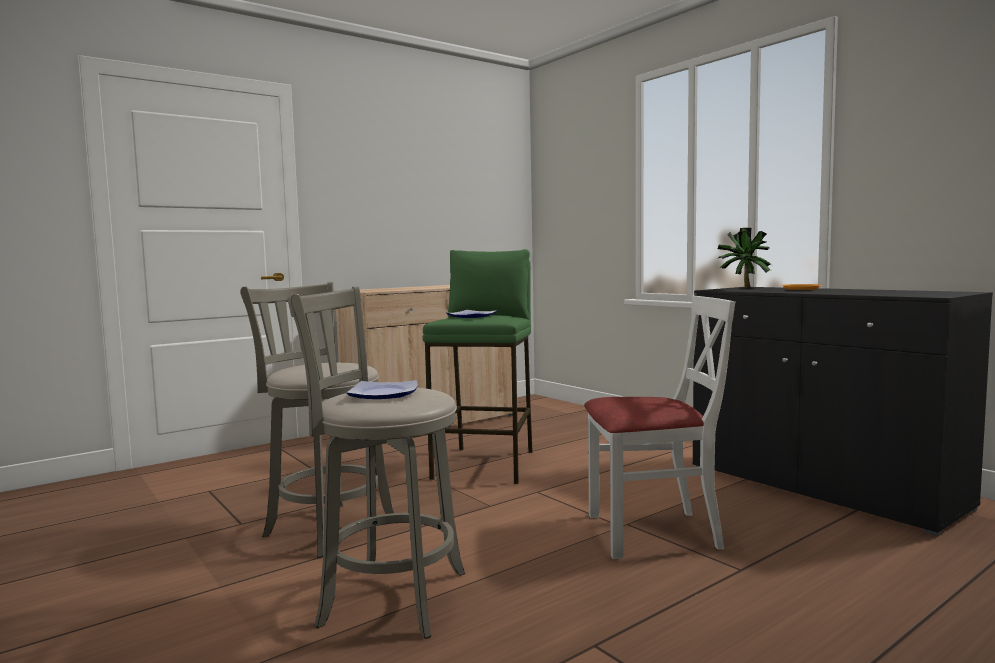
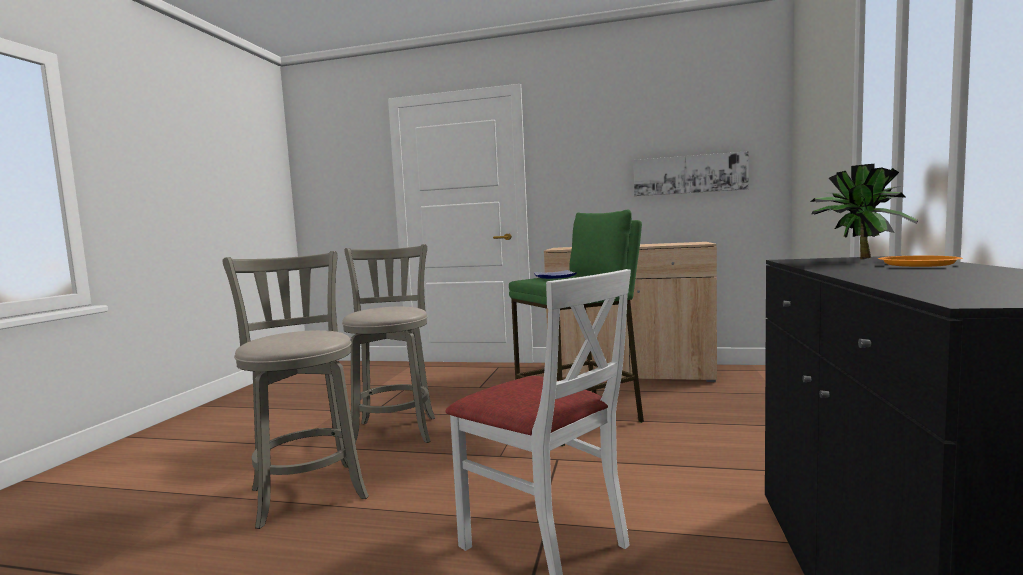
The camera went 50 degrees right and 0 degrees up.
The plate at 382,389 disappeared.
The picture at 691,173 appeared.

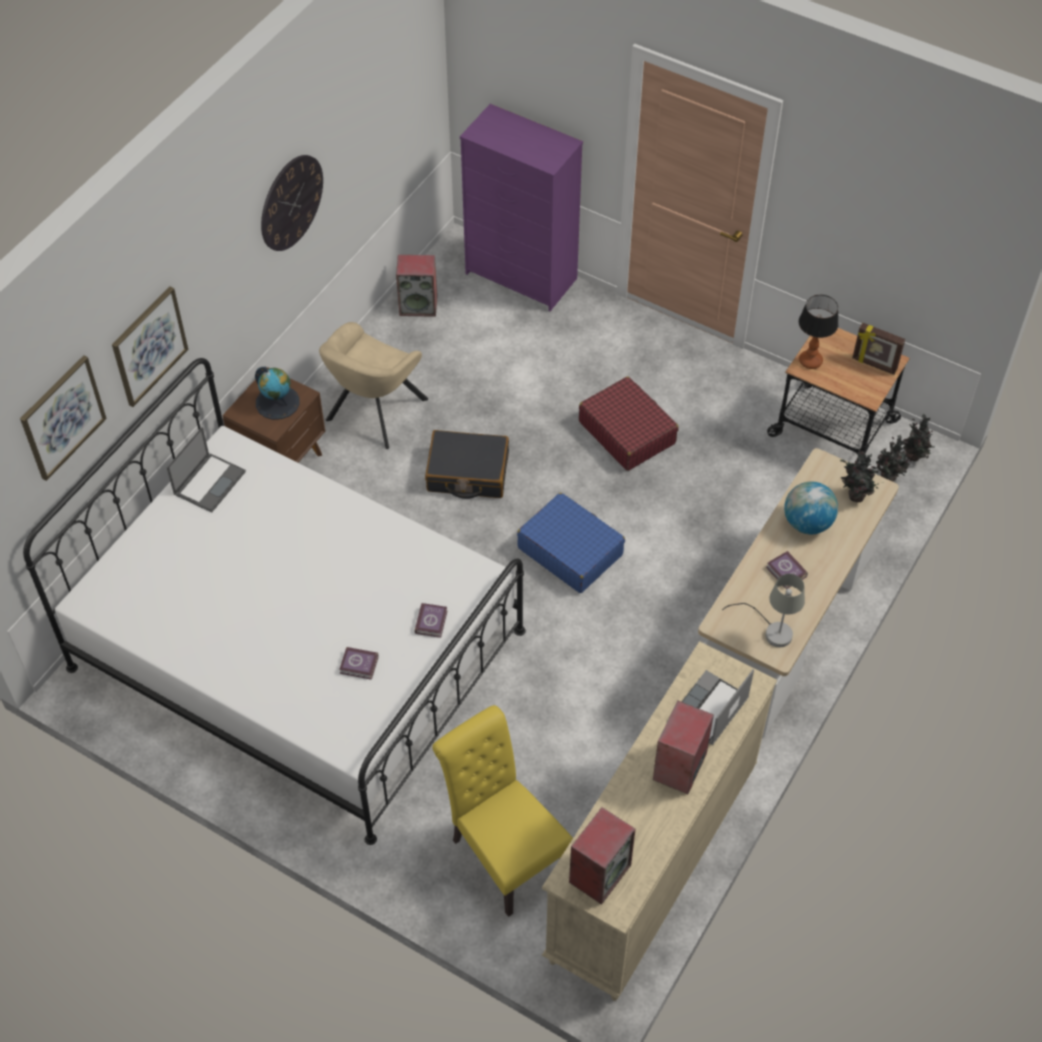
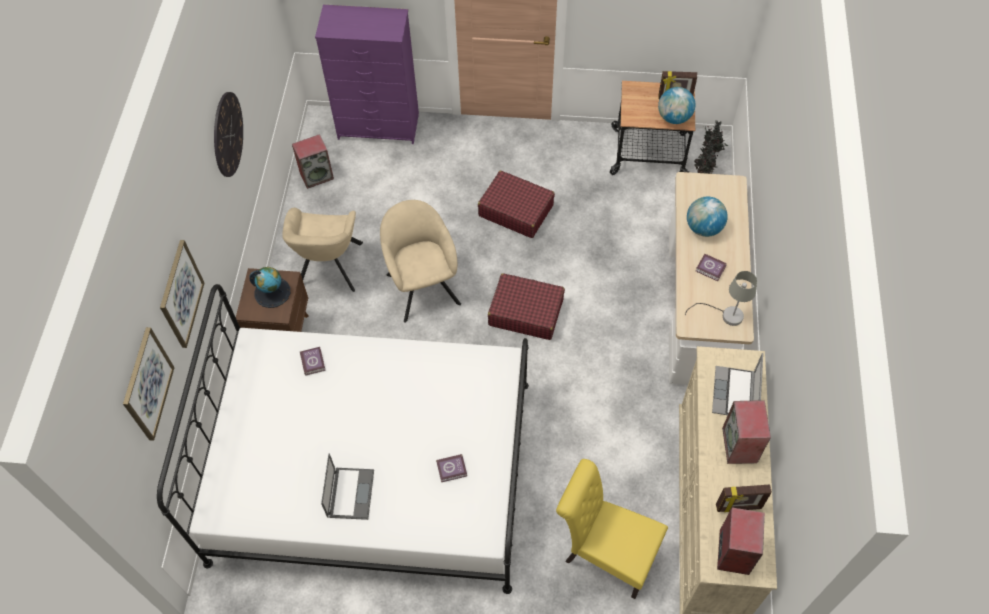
The camera went 25 degrees left and 5 degrees up.
The table lamp at 819,331 disappeared.
The potted plant at 859,475 disappeared.
The globe at 677,105 appeared.
The picture frame at 744,498 appeared.
The laptop moved from 206,470 to 347,486.
The book moved from 431,620 to 313,361.
The black suitcase at 467,464 was replaced by the beige armchair at 420,261.
The blue suitcase at 571,543 became the red suitcase at 526,306.

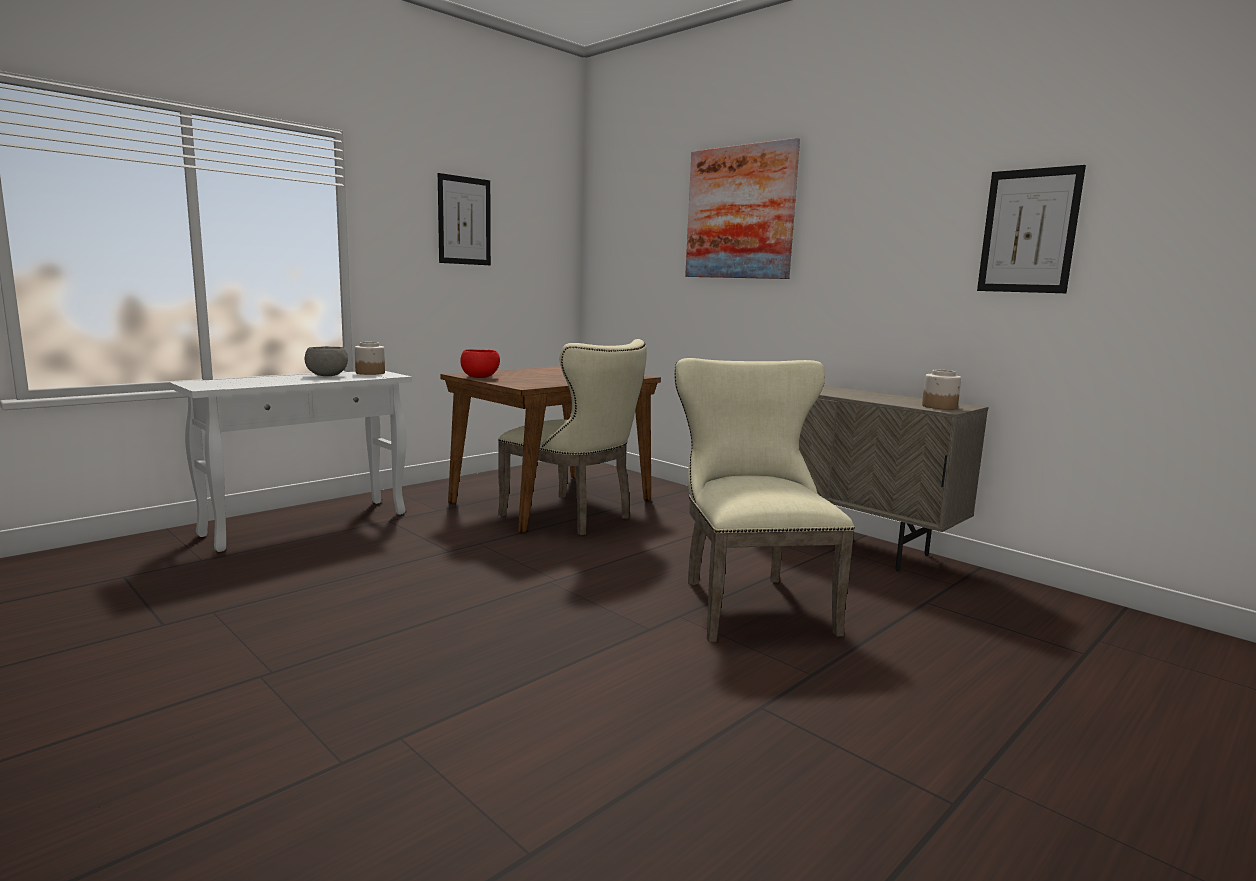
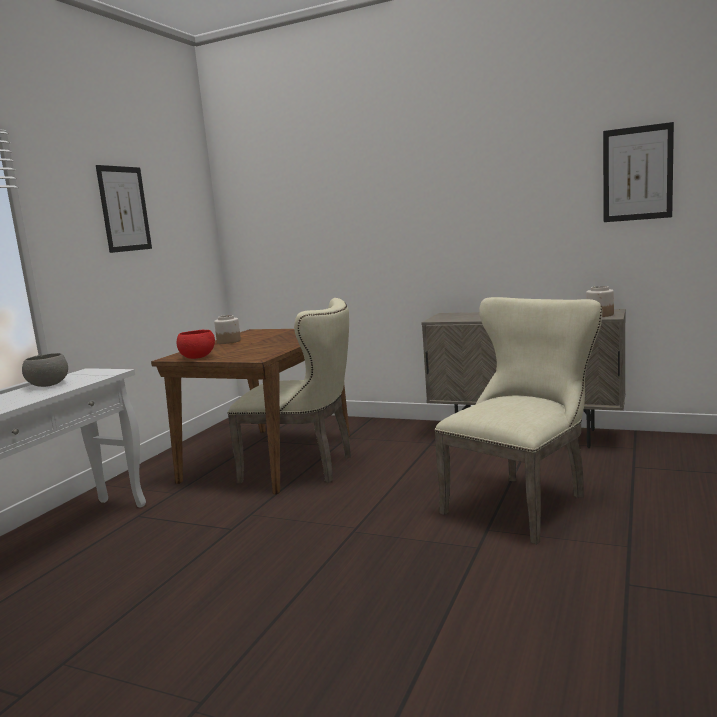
The camera went 20 degrees left and 0 degrees up.
The picture at 742,208 disappeared.
The jar moved from 370,358 to 227,329.
The beige chair at 764,500 turned 75 degrees clockwise.

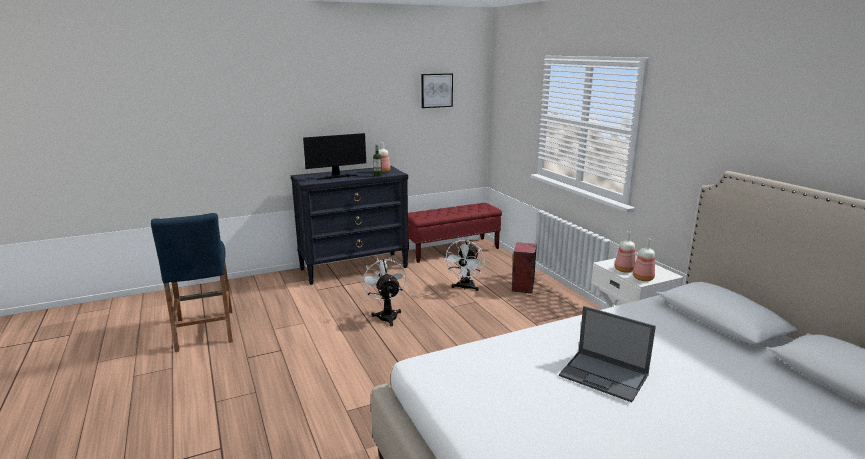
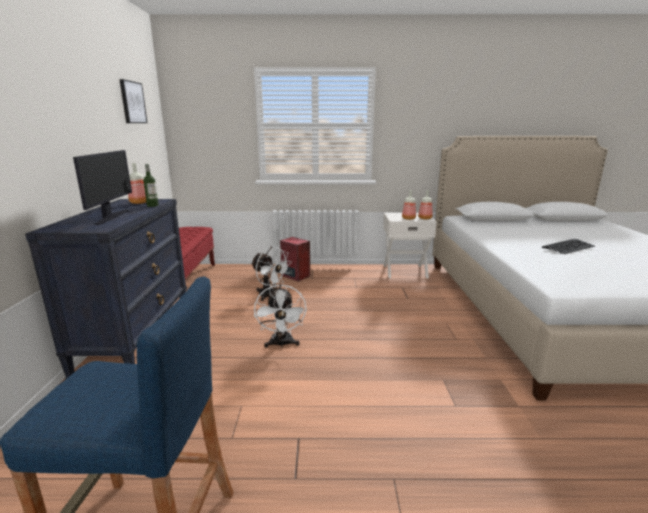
The camera went 65 degrees left and 0 degrees up.
The laptop at 607,354 was replaced by the keyboard at 568,246.
The white fan at 384,291 turned 105 degrees counterclockwise.

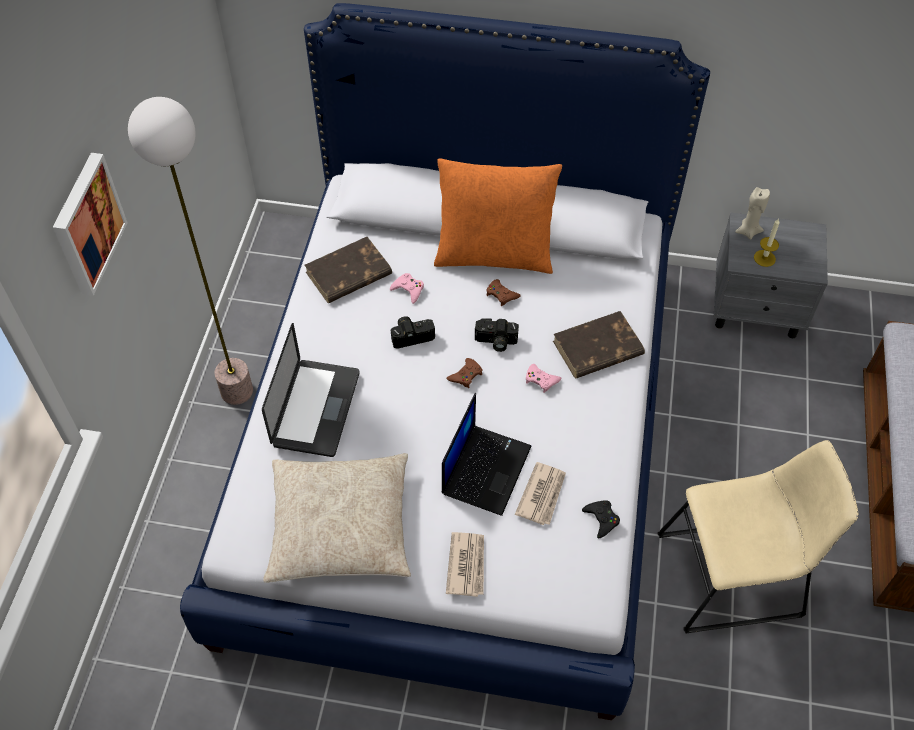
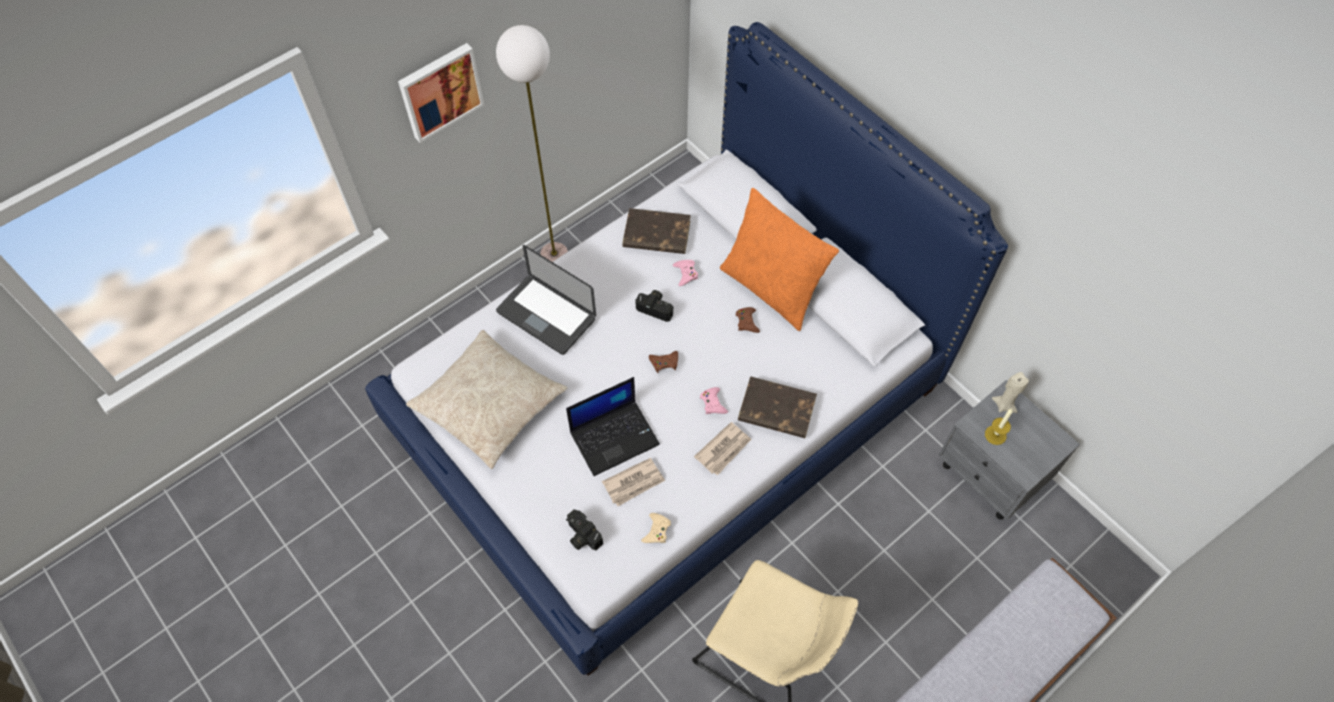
The camera went 40 degrees right and 5 degrees up.
The newspaper moved from 465,564 to 723,448.
The photo camera moved from 497,335 to 584,529.
The black game controller at 601,519 became the beige game controller at 656,528.
The laptop at 311,390 turned 75 degrees clockwise.

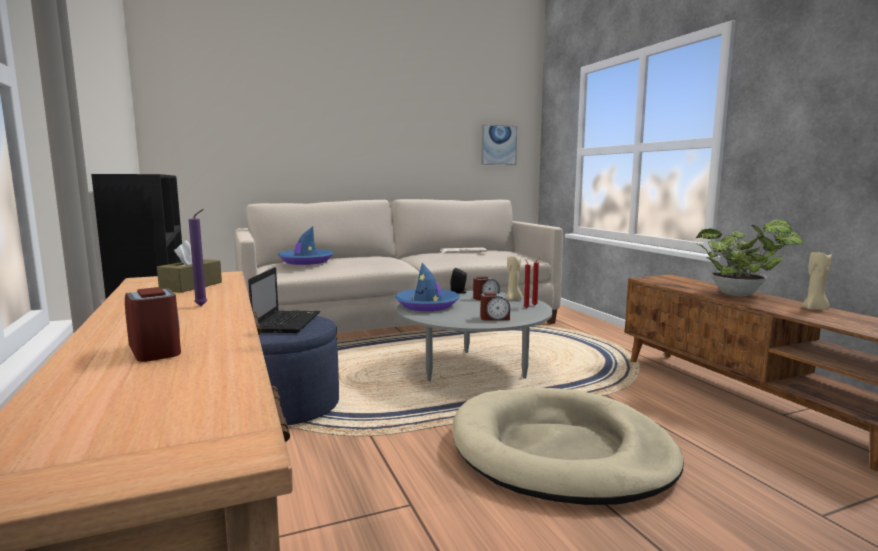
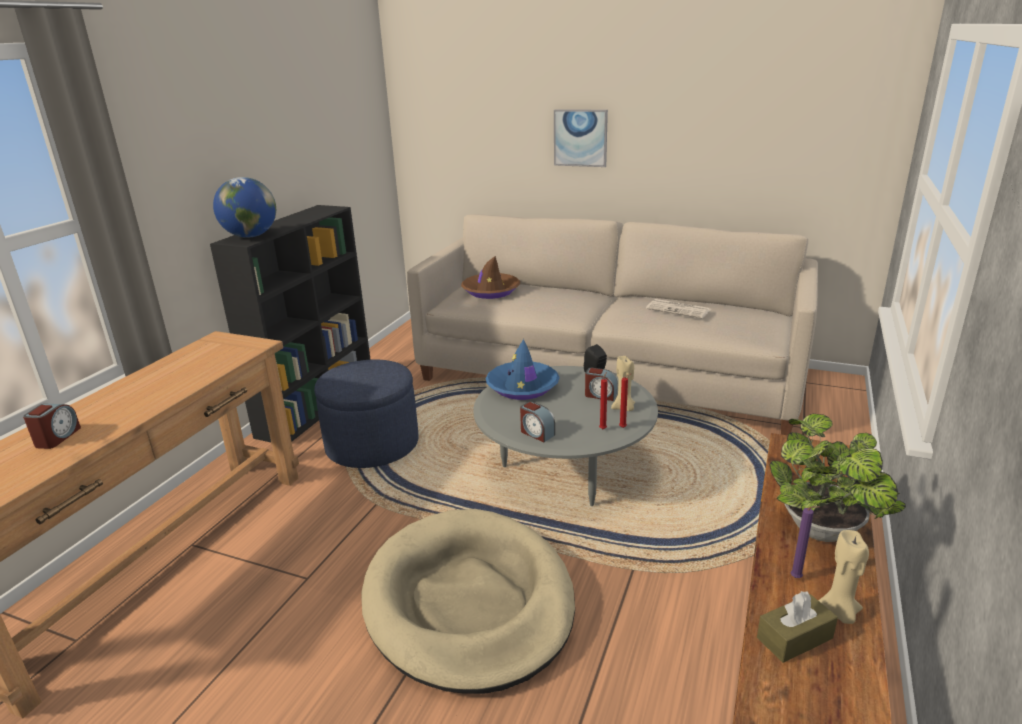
The camera went 45 degrees right and 15 degrees up.
The laptop at 284,300 disappeared.
The globe at 244,207 appeared.
The brown tissue box moved from 189,267 to 797,627.
The purple candle moved from 198,257 to 805,542.
The picture moved from 499,144 to 581,138.
The blue hat at 306,245 became the brown hat at 490,277.

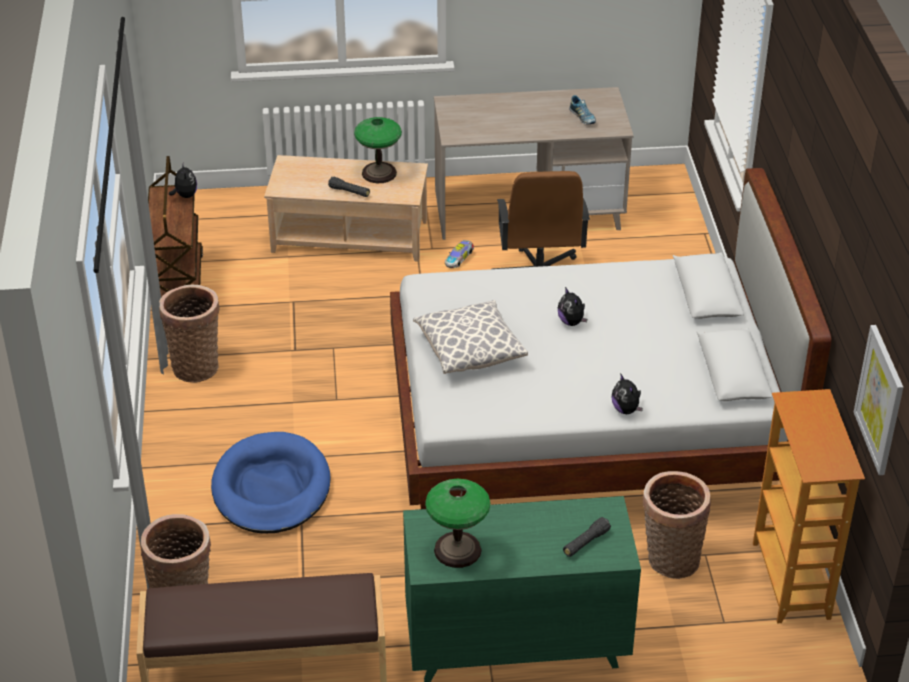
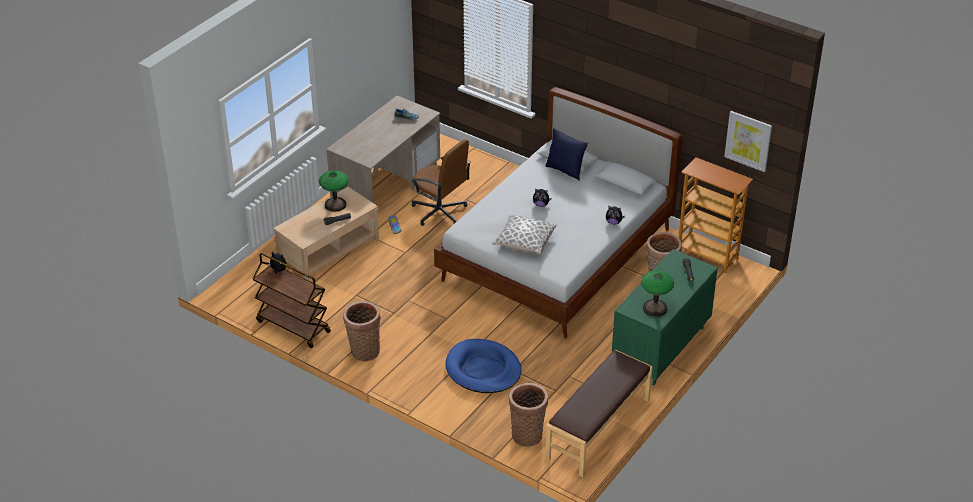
The camera went 50 degrees left and 0 degrees up.
The blue pillow at 566,154 appeared.

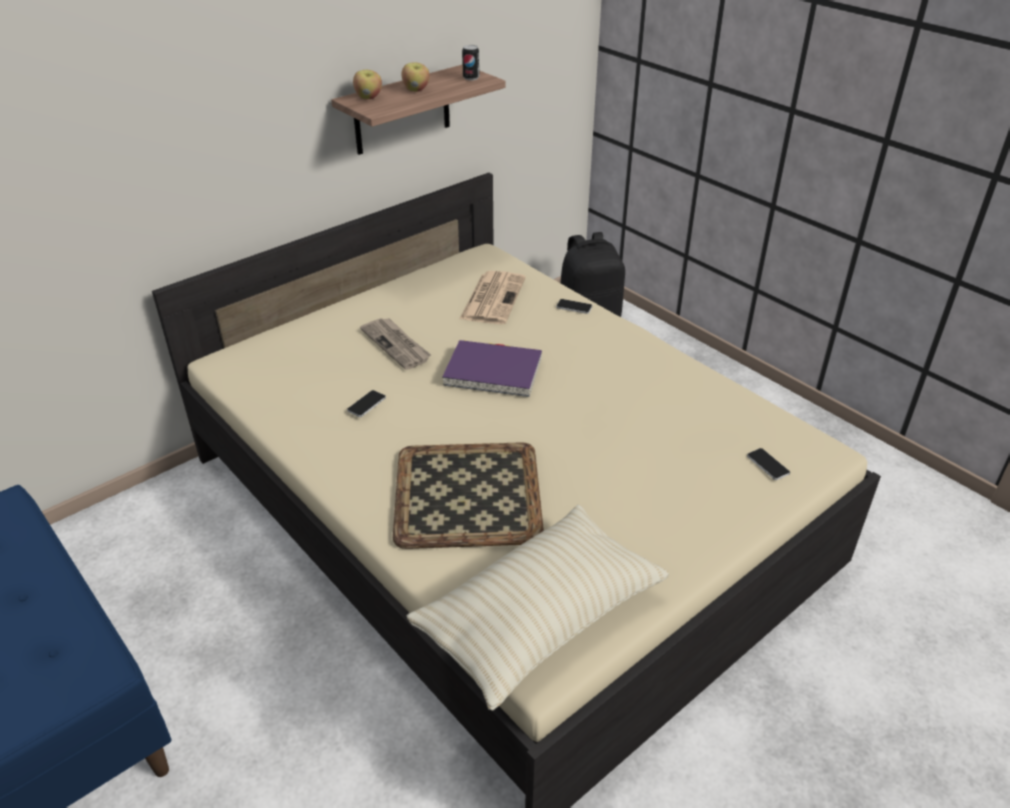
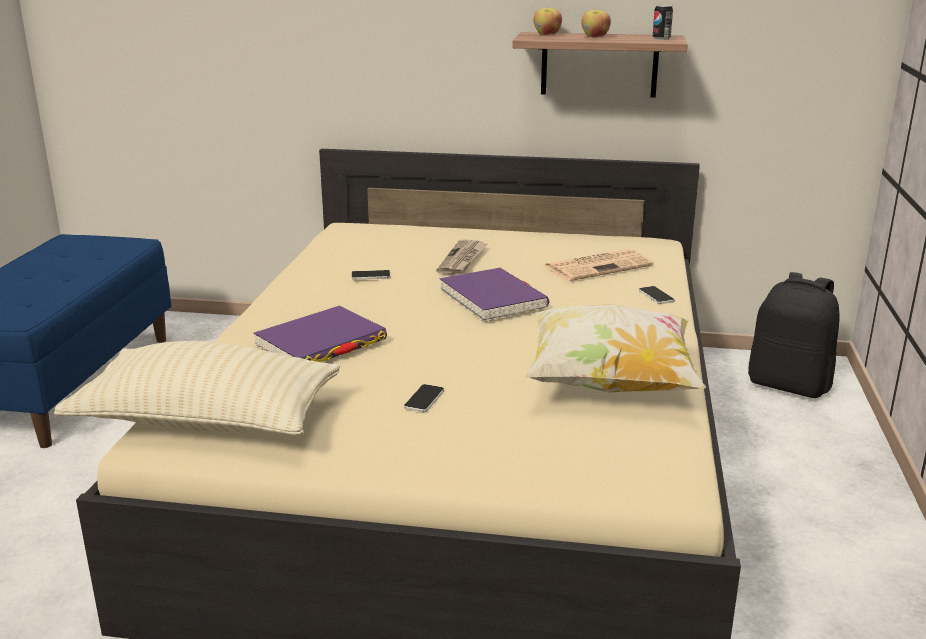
The camera went 50 degrees right and 15 degrees down.
The pillow at 615,348 appeared.
The phone moved from 768,464 to 424,398.
The tray at 468,495 was replaced by the purple book at 320,334.

